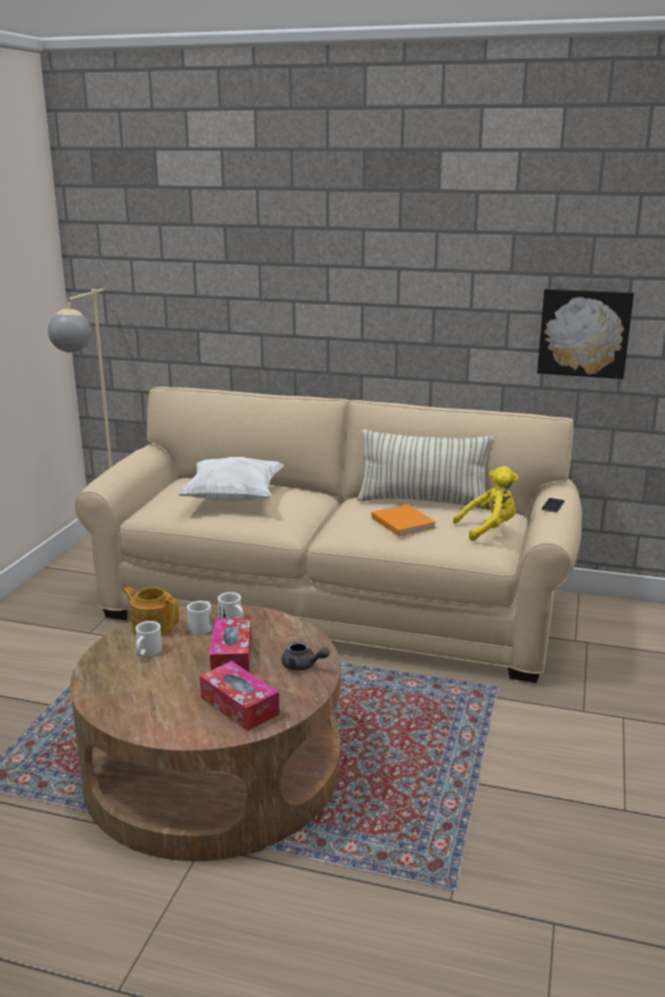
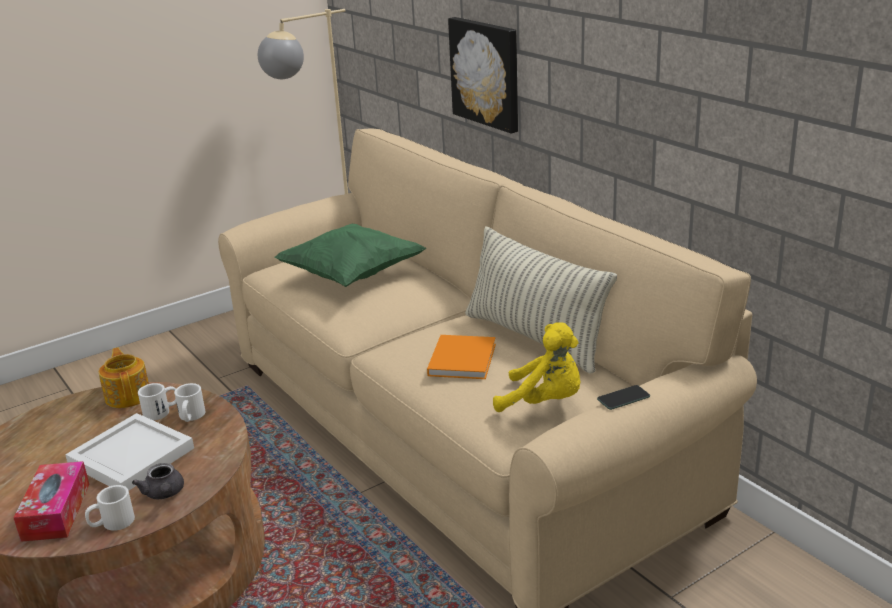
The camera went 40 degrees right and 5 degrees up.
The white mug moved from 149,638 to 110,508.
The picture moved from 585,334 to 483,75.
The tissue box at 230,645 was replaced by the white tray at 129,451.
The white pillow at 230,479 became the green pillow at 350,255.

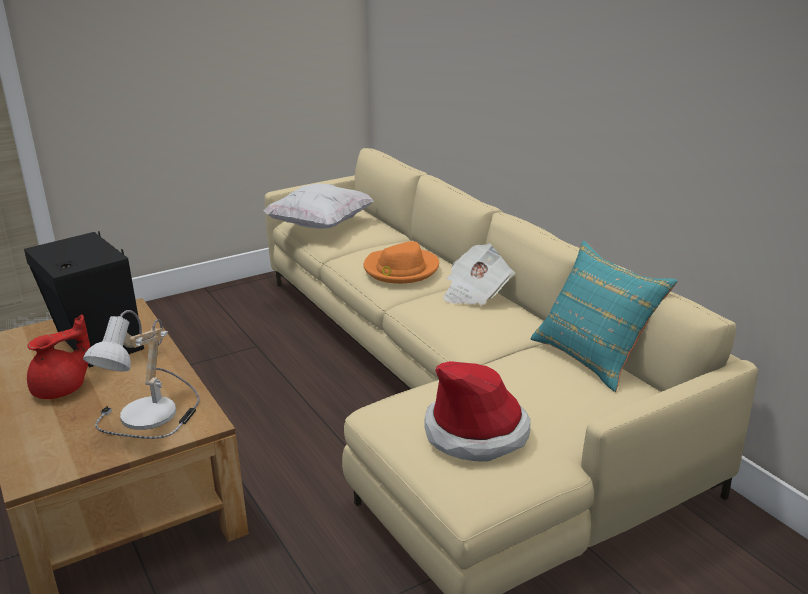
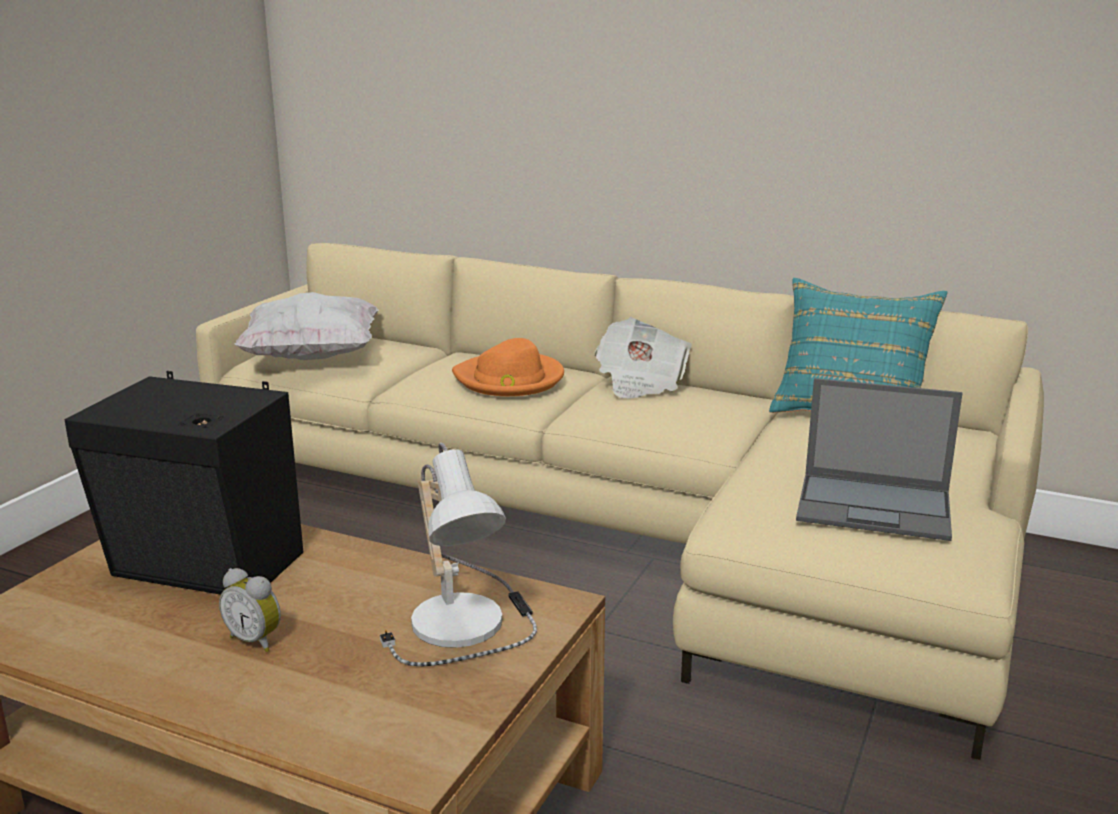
The camera went 35 degrees left and 5 degrees down.
The red teapot at 58,356 was replaced by the alarm clock at 250,610.
The hat at 477,411 was replaced by the laptop at 879,459.

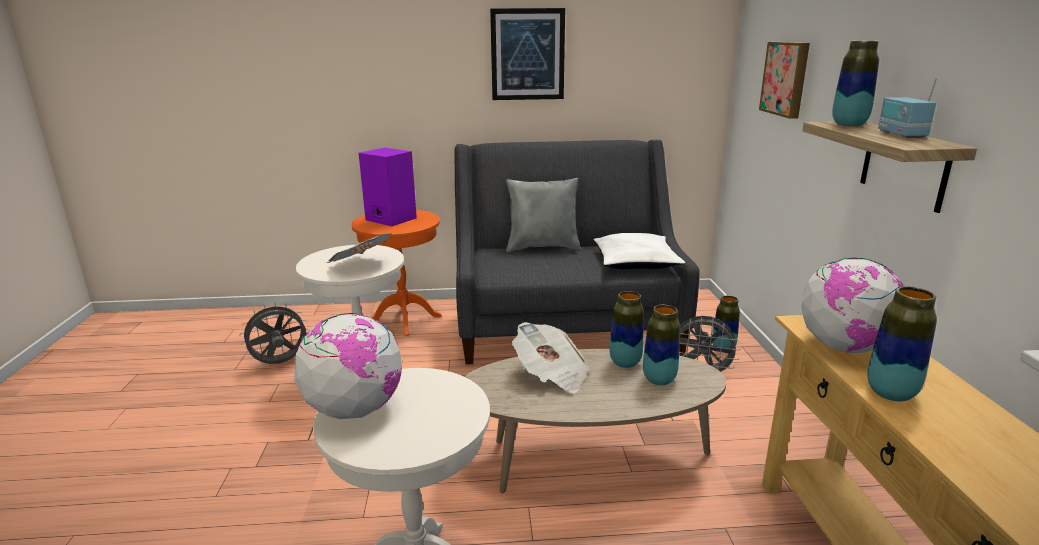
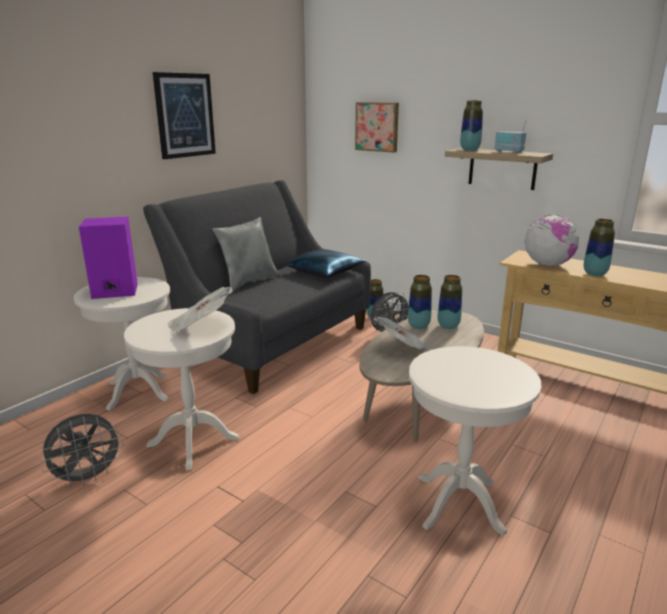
The camera went 50 degrees left and 0 degrees up.
The globe at 348,366 disappeared.
The orange side table at 396,273 became the white side table at 122,344.
The white pillow at 639,251 became the blue pillow at 324,263.
The grey fan at 273,333 turned 135 degrees counterclockwise.

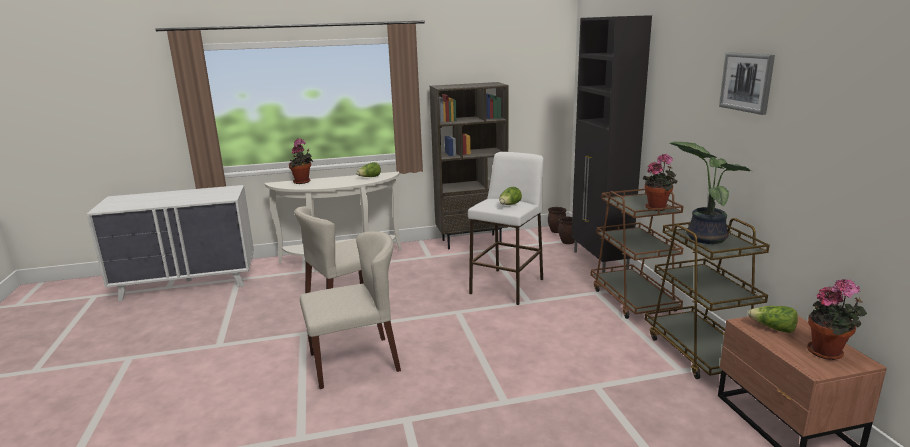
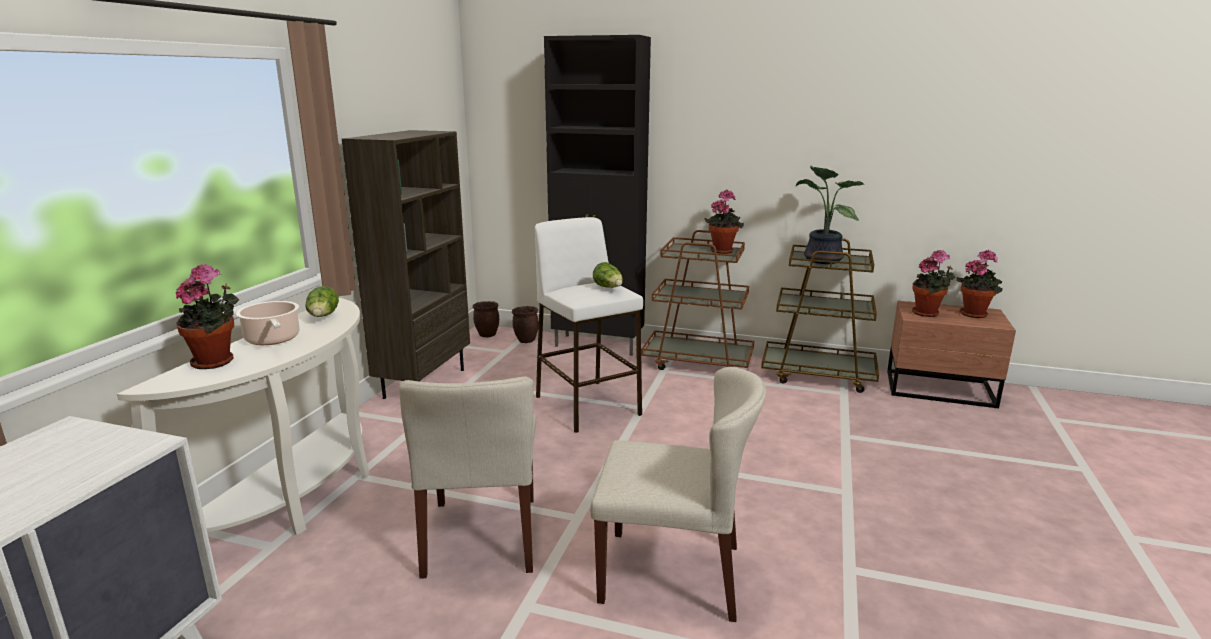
The camera went 60 degrees left and 0 degrees up.
The picture at 747,83 disappeared.
The cooking pot at 268,323 appeared.
The lettuce at 773,319 was replaced by the potted plant at 934,283.
The beige chair at 350,310 turned 90 degrees clockwise.

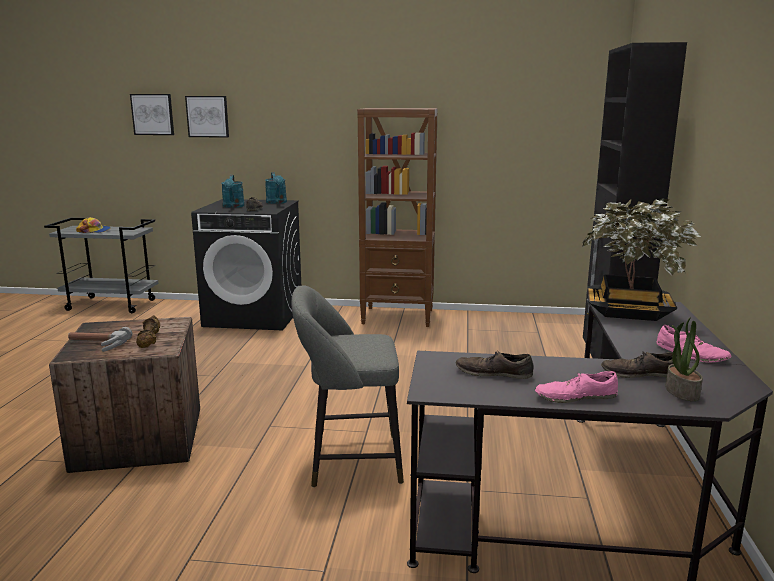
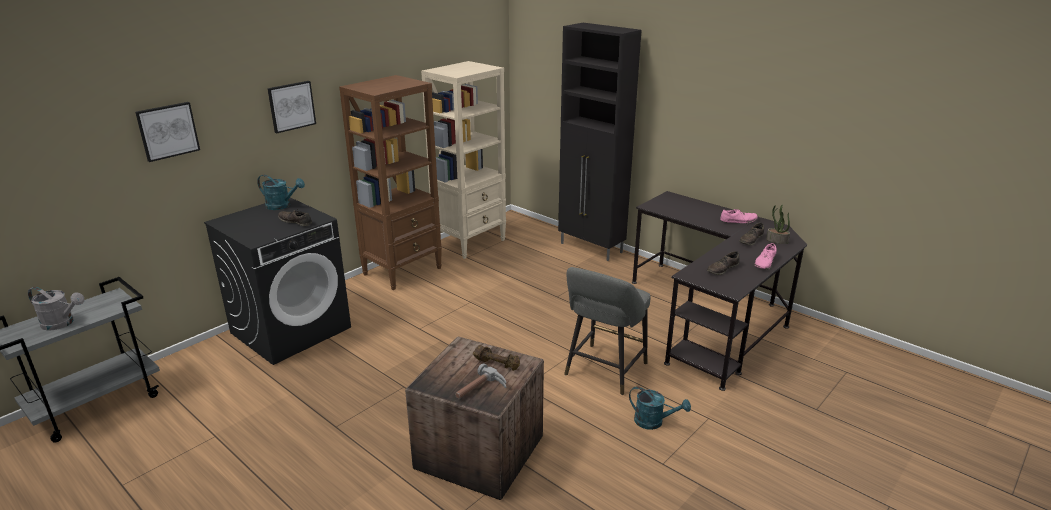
The camera went 55 degrees left and 10 degrees up.
The potted plant at 641,259 disappeared.
The beige bookcase at 463,160 appeared.
The picture moved from 152,114 to 291,107.
The turquoise watering can moved from 233,191 to 660,408.
The cap at 93,225 was replaced by the grey watering can at 56,309.

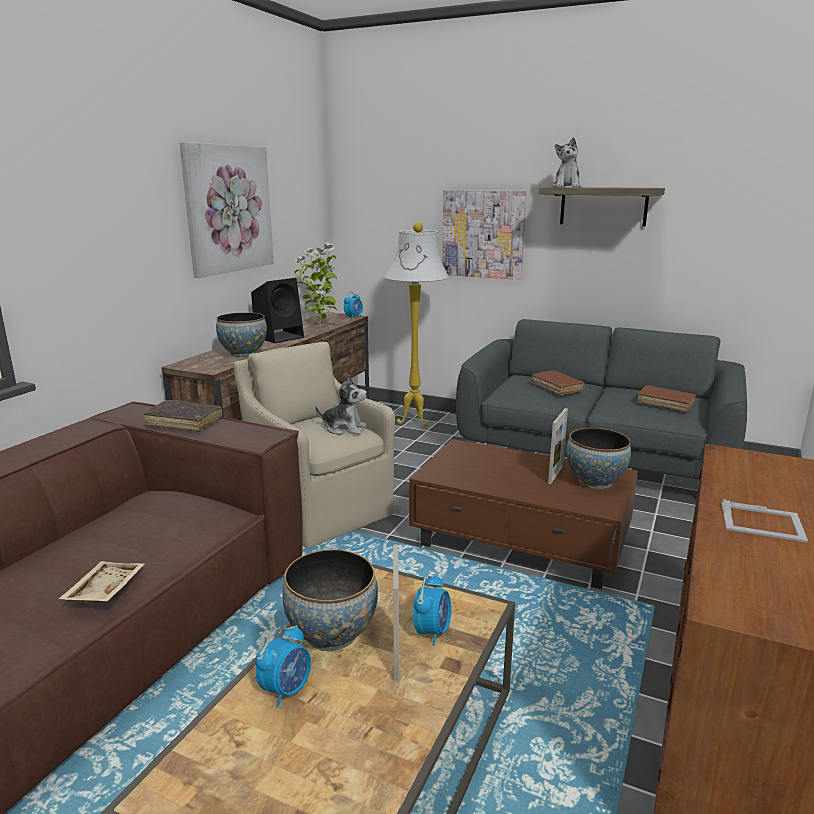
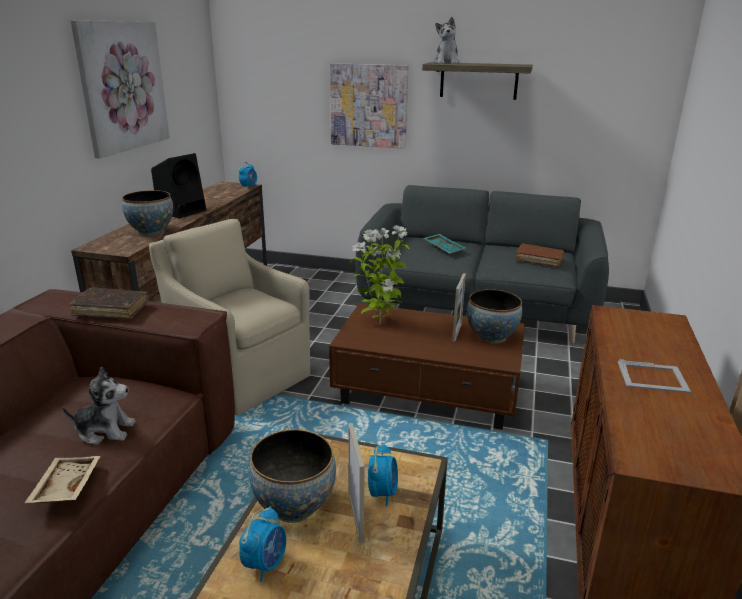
The camera went 10 degrees left and 5 degrees up.
The white floor lamp at 417,324 disappeared.
The potted plant moved from 315,284 to 379,274.
The plush toy moved from 341,405 to 99,406.
The brown book at 558,383 was replaced by the turquoise tray at 444,244.

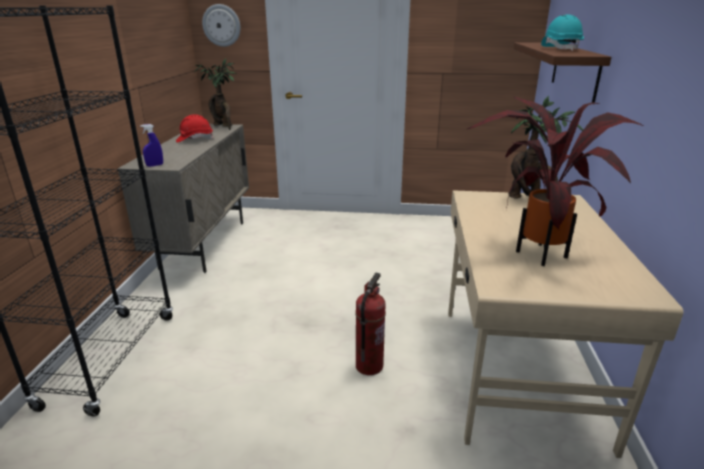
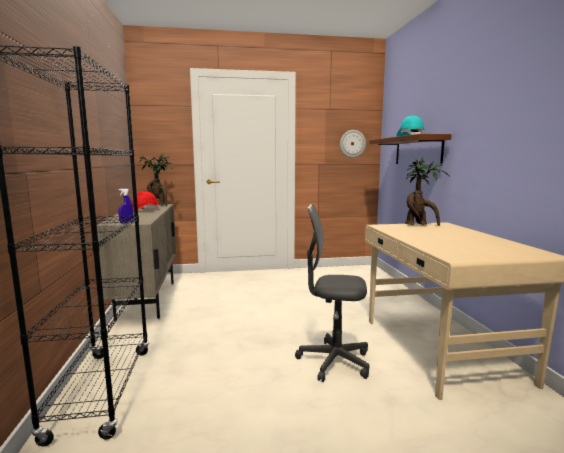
The camera went 15 degrees left and 15 degrees down.
The potted plant at 555,181 disappeared.
The wall clock moved from 221,25 to 353,144.
The fire extinguisher at 370,324 was replaced by the grey office chair at 332,293.

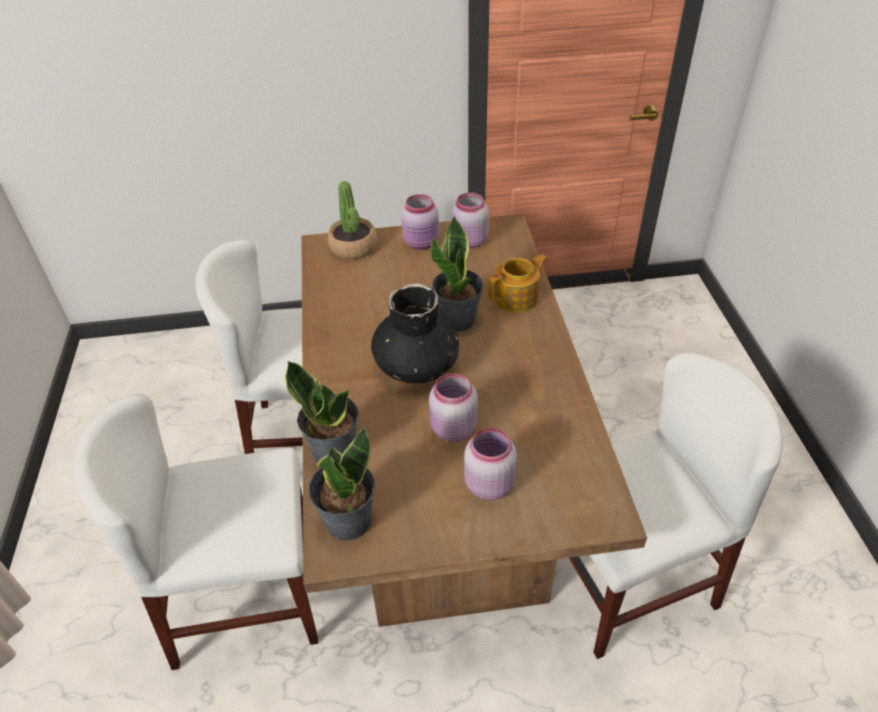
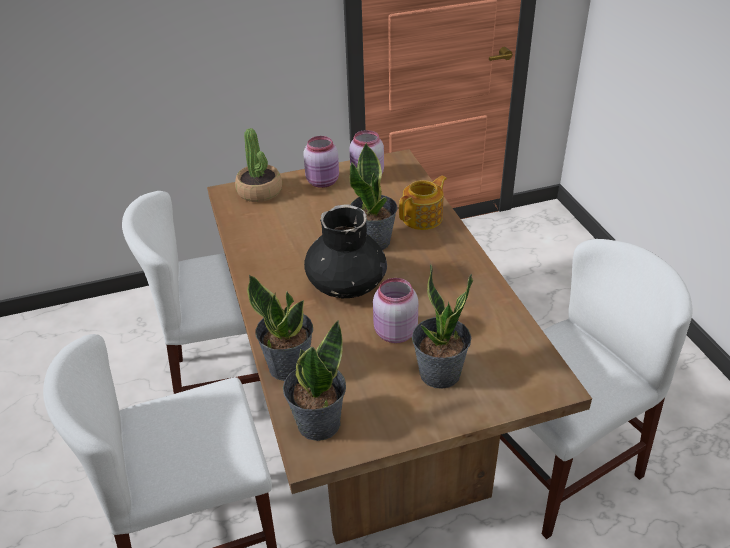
The camera went 10 degrees left and 5 degrees down.
The pink jar at 490,464 was replaced by the potted plant at 442,326.

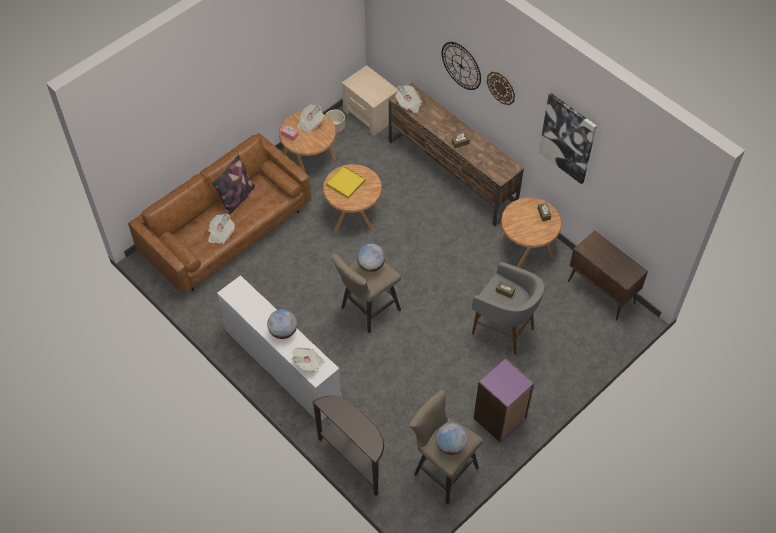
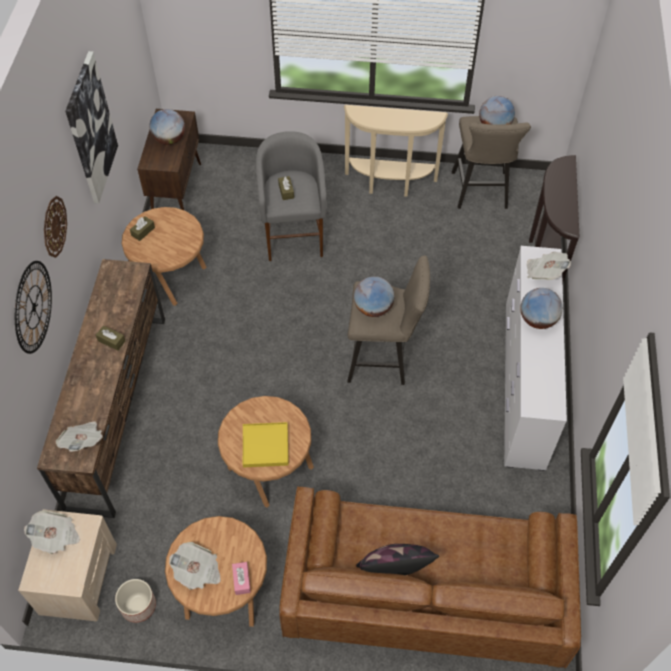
The camera went 130 degrees left and 0 degrees up.
The globe at 167,127 appeared.
The newspaper moved from 221,229 to 52,532.
The purple bookcase at 504,400 was replaced by the beige console table at 396,151.

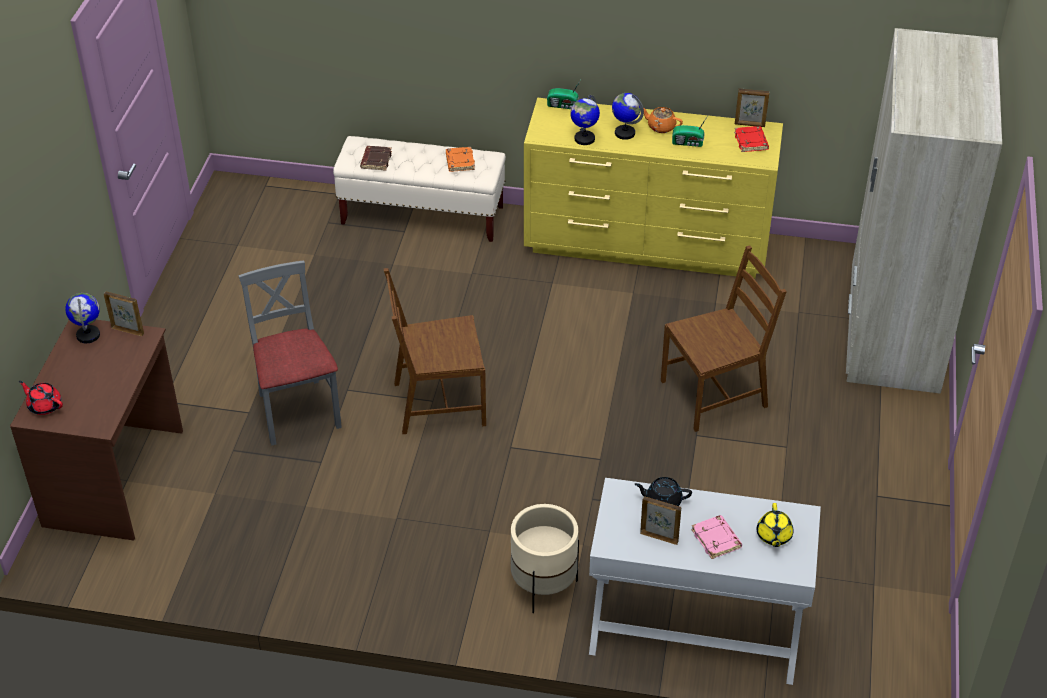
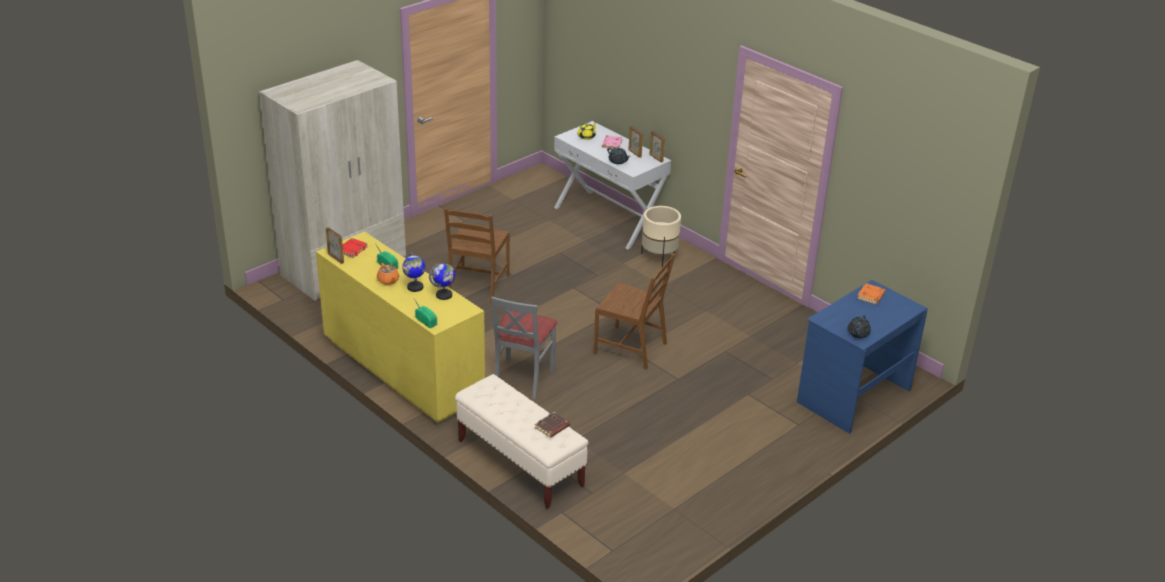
The camera went 145 degrees left and 10 degrees down.
The red teapot at 41,398 disappeared.
The picture frame moved from 124,314 to 657,147.
The grey chair moved from 290,352 to 524,348.
The orange book moved from 460,159 to 871,293.
The globe at 82,318 was replaced by the black teapot at 859,326.
The brown desk at 96,430 became the blue desk at 862,357.
The brown chair at 724,338 turned 90 degrees counterclockwise.

